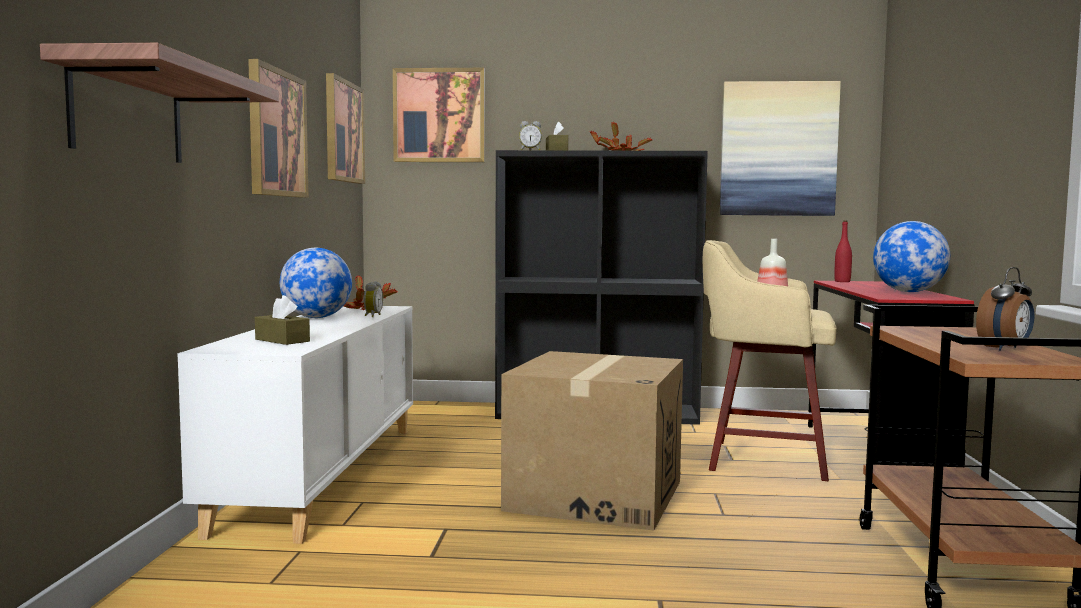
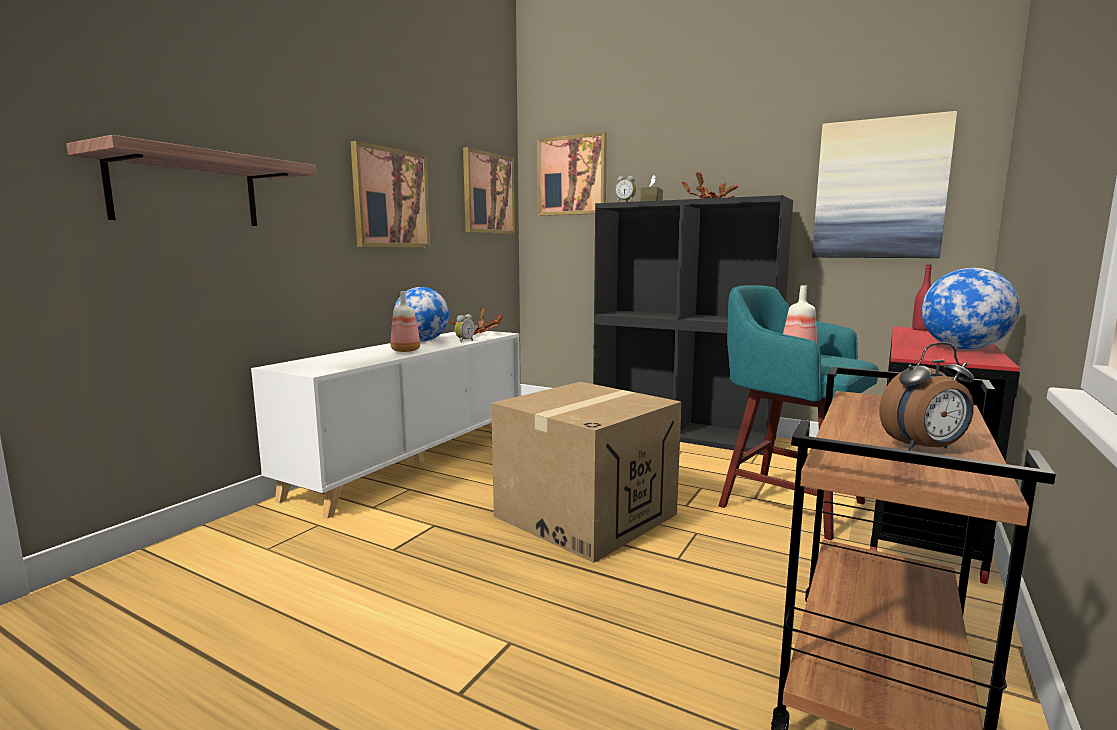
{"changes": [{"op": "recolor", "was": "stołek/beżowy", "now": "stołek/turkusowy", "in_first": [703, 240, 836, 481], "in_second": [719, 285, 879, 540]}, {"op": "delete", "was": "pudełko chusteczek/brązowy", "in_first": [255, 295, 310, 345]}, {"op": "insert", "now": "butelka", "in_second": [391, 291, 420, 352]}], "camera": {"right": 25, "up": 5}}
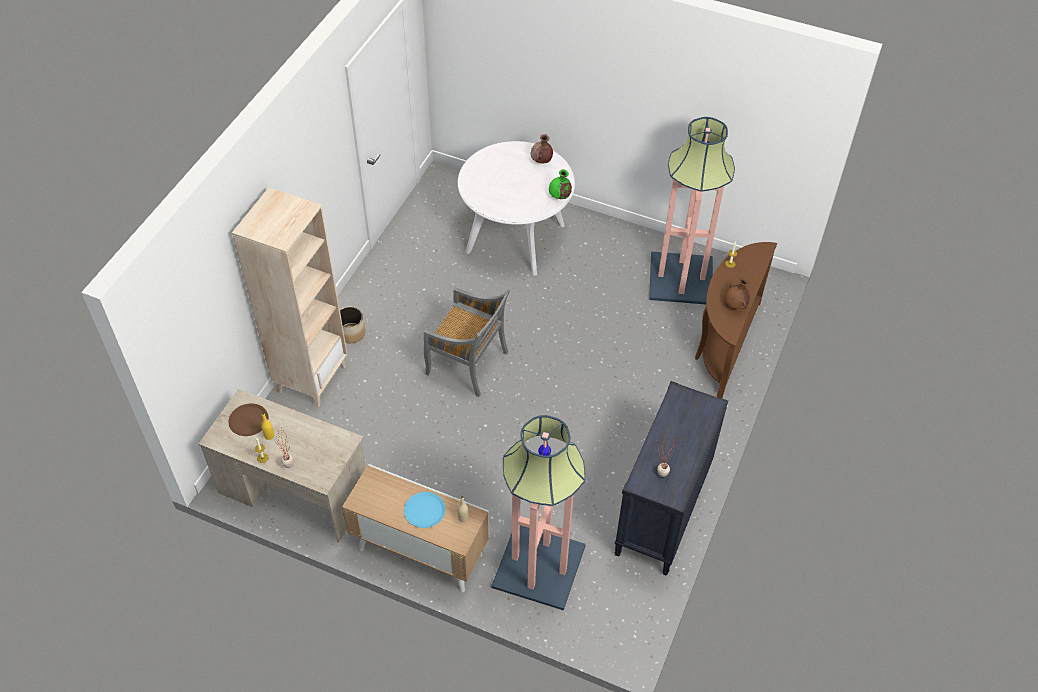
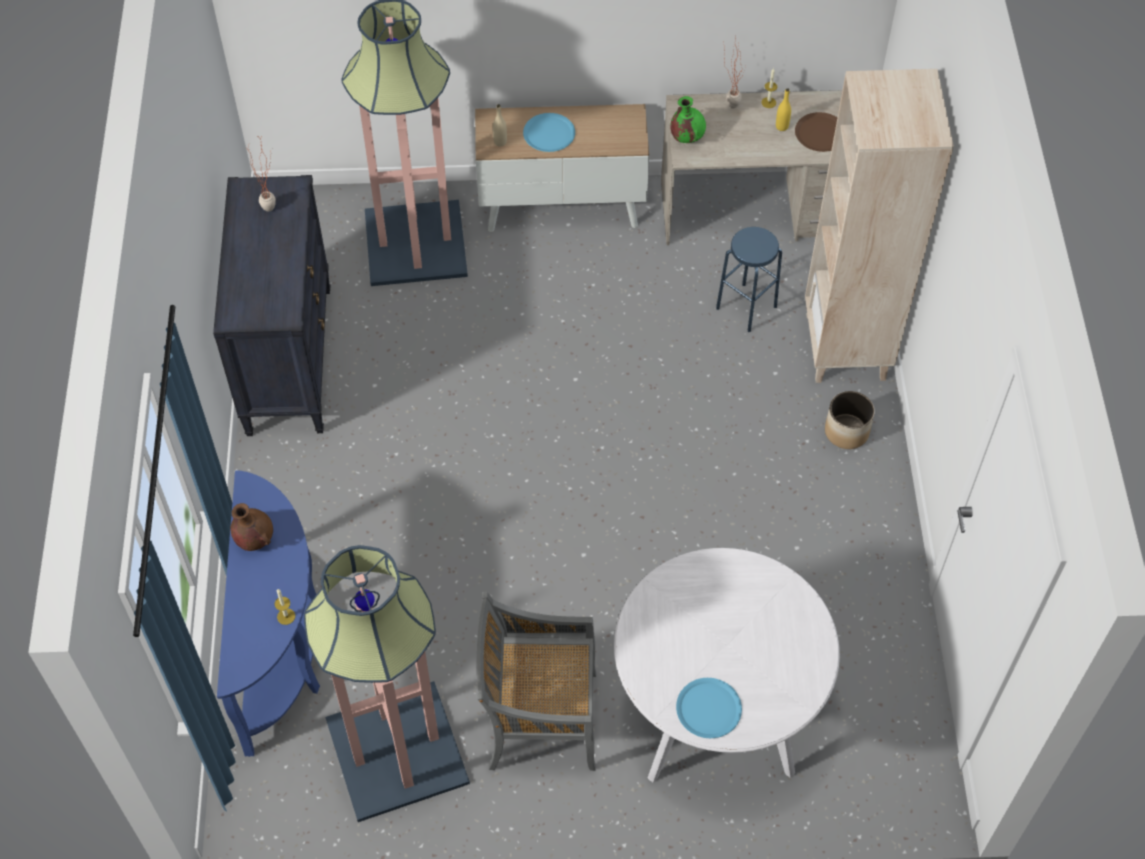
{"changes": [{"op": "replace", "was": "wazon/brązowy", "now": "talerz/niebieski", "in_first": [531, 134, 553, 163], "in_second": [676, 678, 742, 738]}, {"op": "move", "was": "wazon/zielony", "in_first": [549, 169, 572, 199], "in_second": [670, 96, 706, 143]}, {"op": "recolor", "was": "stolik konsolowy/brązowy", "now": "stolik konsolowy/niebieski", "in_first": [695, 242, 777, 399], "in_second": [217, 471, 320, 757]}, {"op": "move", "was": "krzesło/szary", "in_first": [424, 288, 510, 397], "in_second": [477, 592, 596, 771]}, {"op": "insert", "now": "stołek/niebieski", "in_second": [716, 227, 782, 332]}], "camera": {"right": 155, "up": 5}}
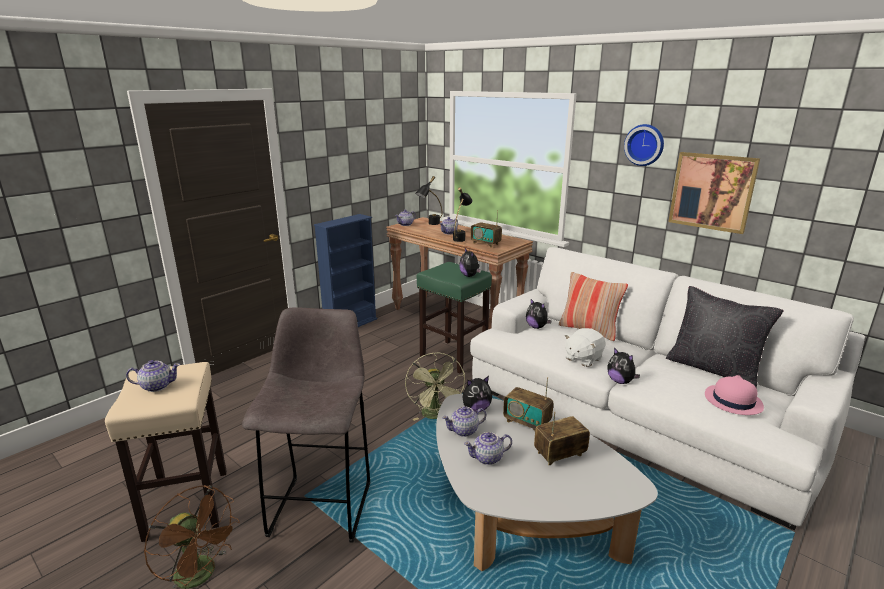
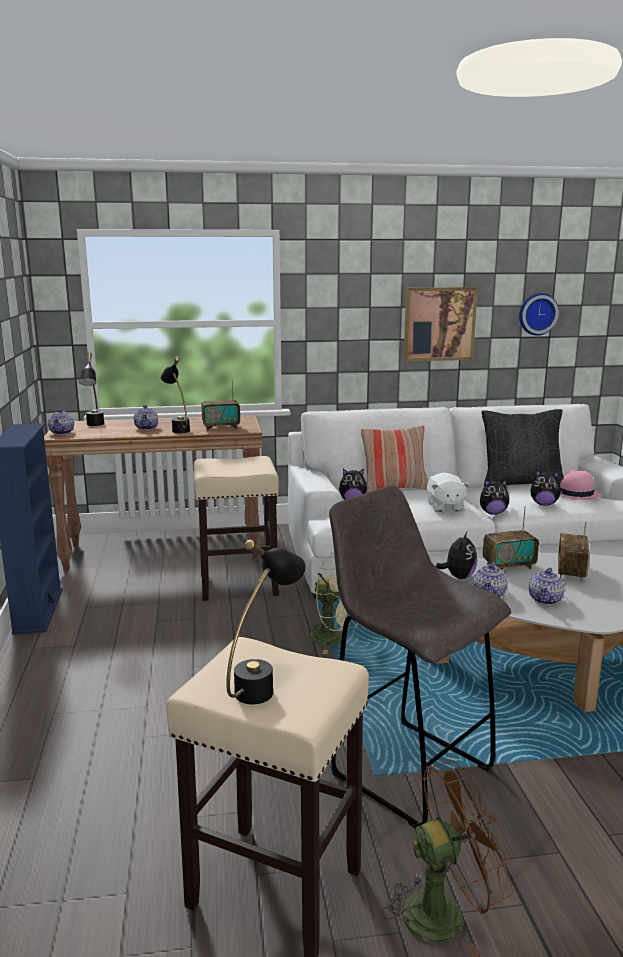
{"changes": [{"op": "move", "was": "zegar ścienny", "in_first": [624, 124, 664, 166], "in_second": [519, 293, 559, 335]}, {"op": "move", "was": "pluszak", "in_first": [459, 248, 481, 277], "in_second": [530, 470, 562, 506]}, {"op": "recolor", "was": "stołek/zielony", "now": "stołek/beżowy", "in_first": [417, 262, 492, 374], "in_second": [194, 456, 279, 601]}, {"op": "replace", "was": "imbryk", "now": "lampa stołowa/czarny", "in_first": [126, 360, 180, 392], "in_second": [226, 540, 306, 704]}], "camera": {"right": -50, "up": -5}}
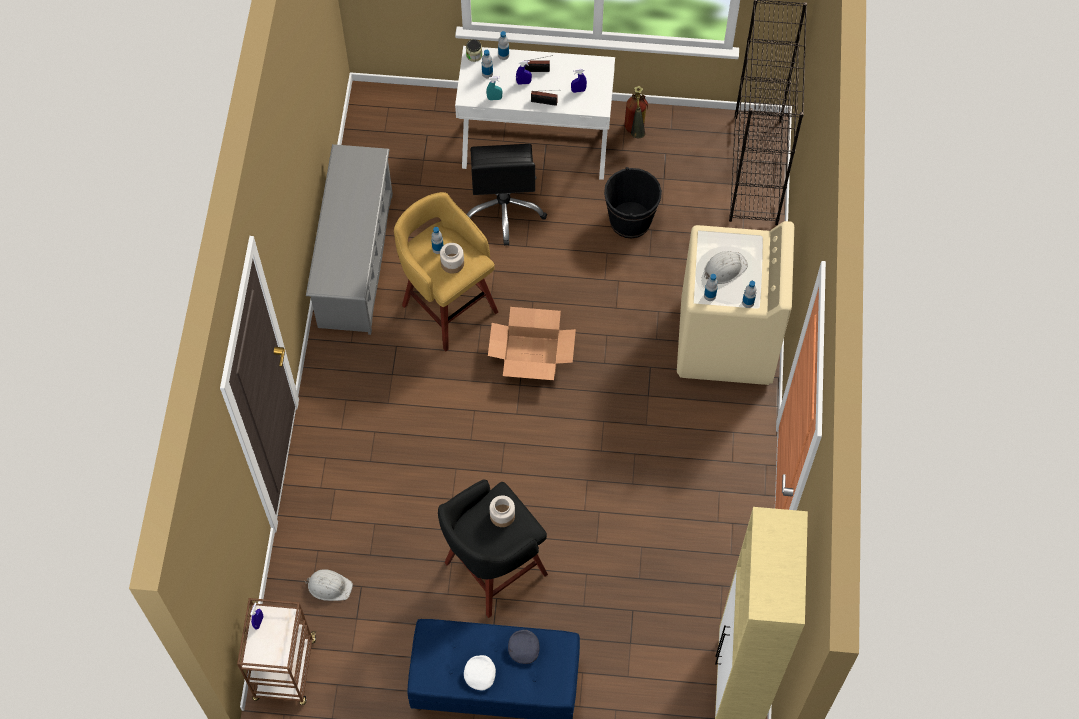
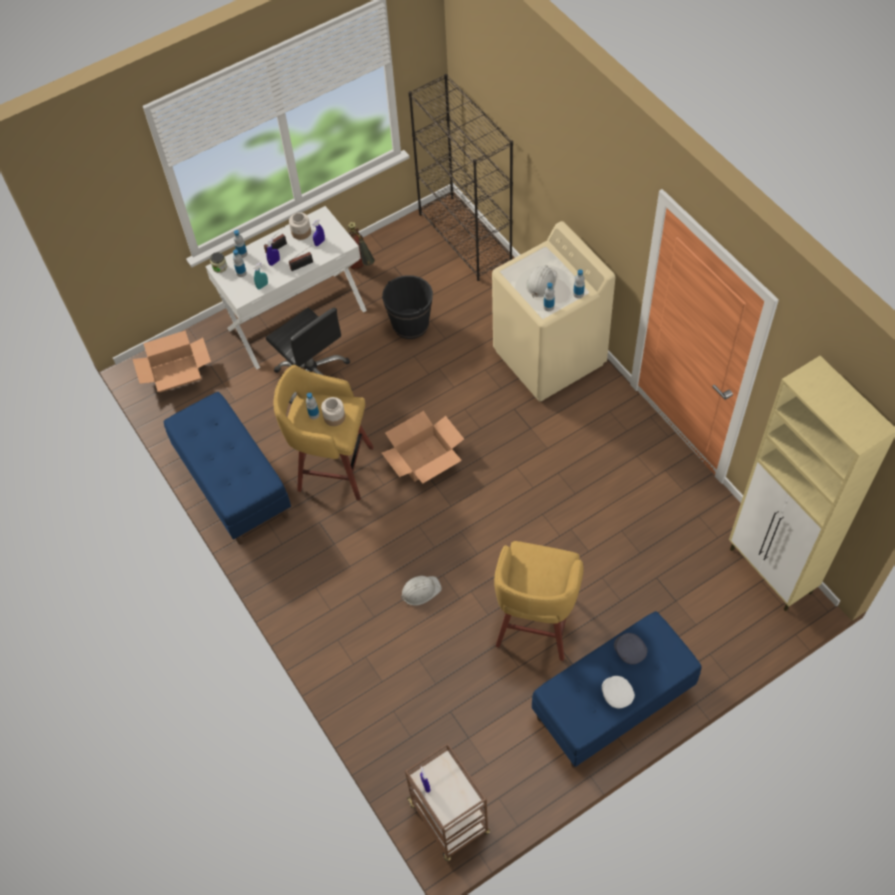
{"changes": [{"op": "replace", "was": "regał na buty/szary", "now": "ławka/niebieski", "in_first": [306, 144, 393, 335], "in_second": [164, 392, 291, 545]}, {"op": "recolor", "was": "stołek/czarny", "now": "stołek/żółty", "in_first": [438, 479, 548, 618], "in_second": [494, 541, 583, 661]}, {"op": "move", "was": "słoik", "in_first": [489, 495, 515, 527], "in_second": [289, 212, 311, 240]}, {"op": "move", "was": "kask/biały", "in_first": [305, 569, 353, 601], "in_second": [401, 576, 442, 606]}, {"op": "insert", "now": "karton", "in_second": [133, 330, 211, 392]}], "camera": {"right": -35, "up": -5}}
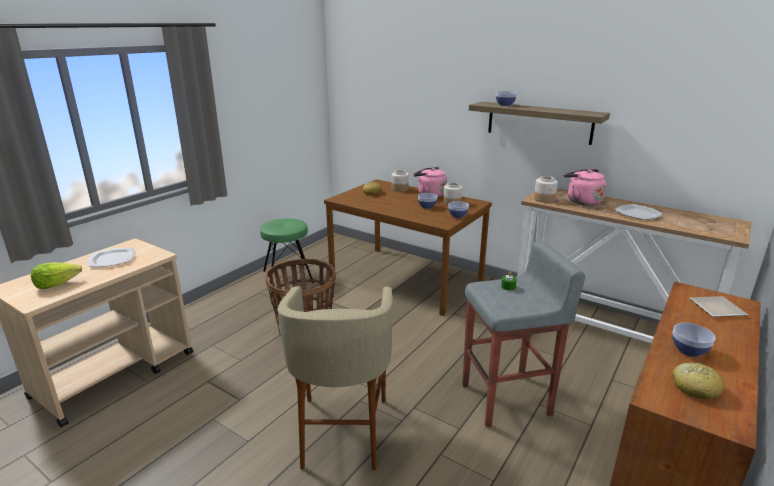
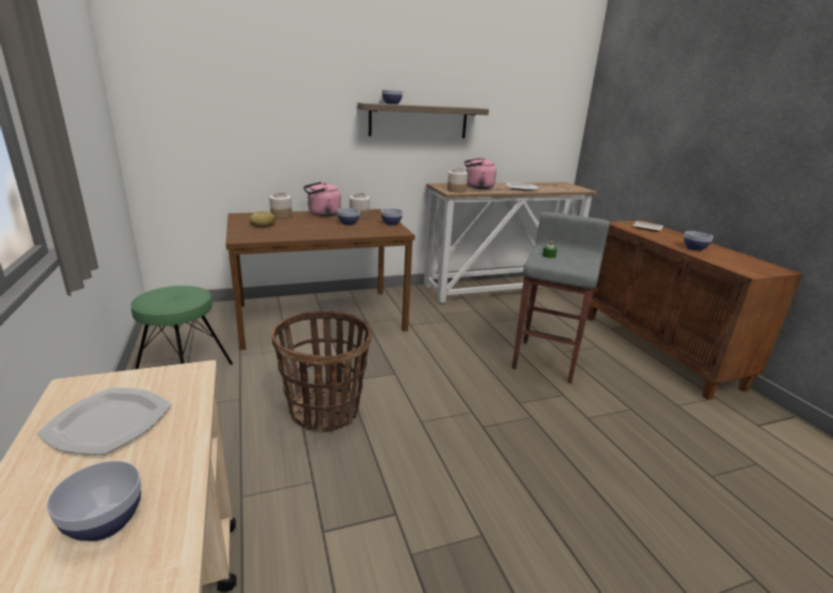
{"changes": [{"op": "replace", "was": "sałata", "now": "miska", "in_first": [31, 263, 82, 289], "in_second": [47, 461, 141, 541]}, {"op": "delete", "was": "stołek/beżowy", "in_first": [277, 286, 393, 470]}, {"op": "delete", "was": "chleb", "in_first": [672, 363, 724, 399]}], "camera": {"right": -55, "up": 0}}
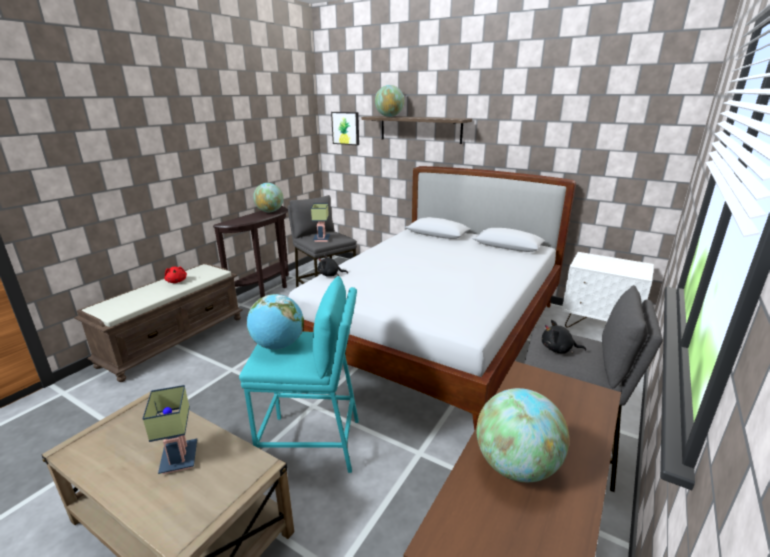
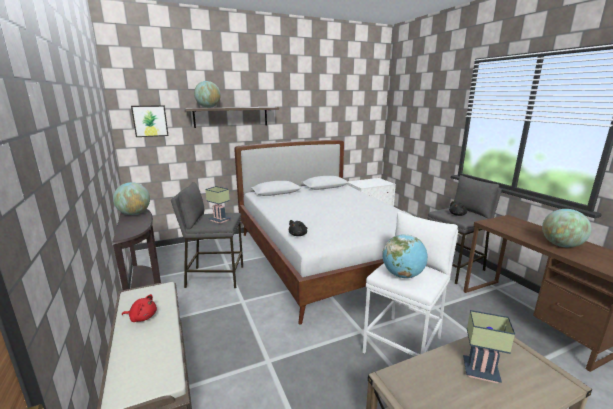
{"changes": [{"op": "recolor", "was": "stołek/turkusowy", "now": "stołek/biały", "in_first": [239, 276, 359, 473], "in_second": [362, 212, 458, 357]}], "camera": {"right": -55, "up": -5}}
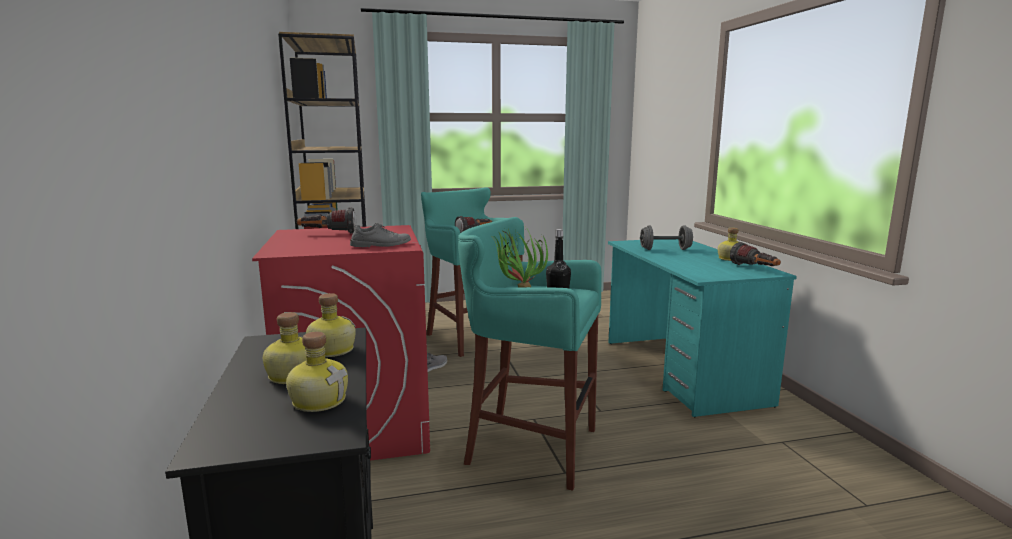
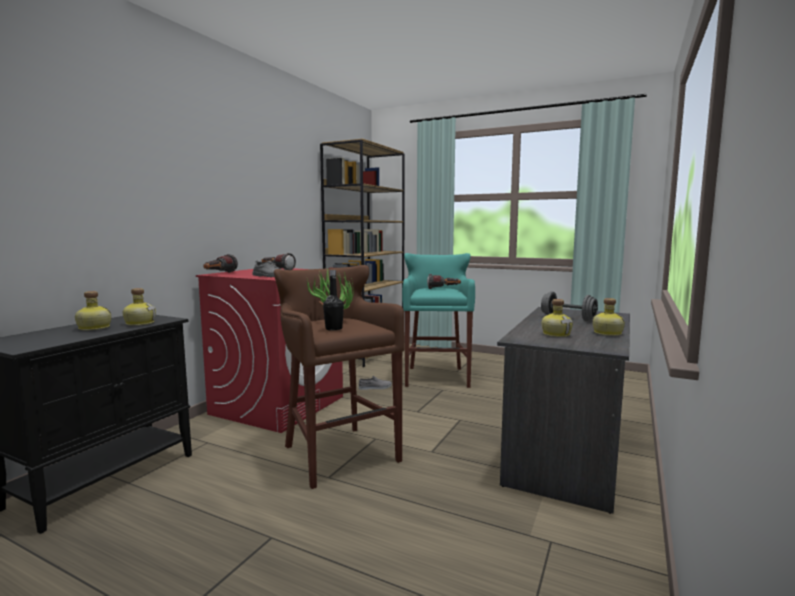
{"changes": [{"op": "recolor", "was": "stołek/turkusowy", "now": "stołek/brązowy", "in_first": [458, 217, 601, 491], "in_second": [274, 265, 404, 489]}, {"op": "recolor", "was": "biurko/turkusowy", "now": "biurko/szary", "in_first": [608, 239, 797, 417], "in_second": [497, 307, 630, 514]}, {"op": "move", "was": "latarka", "in_first": [730, 242, 781, 266], "in_second": [203, 254, 238, 273]}, {"op": "move", "was": "butelka", "in_first": [286, 332, 348, 412], "in_second": [542, 299, 573, 337]}], "camera": {"right": 40, "up": -5}}
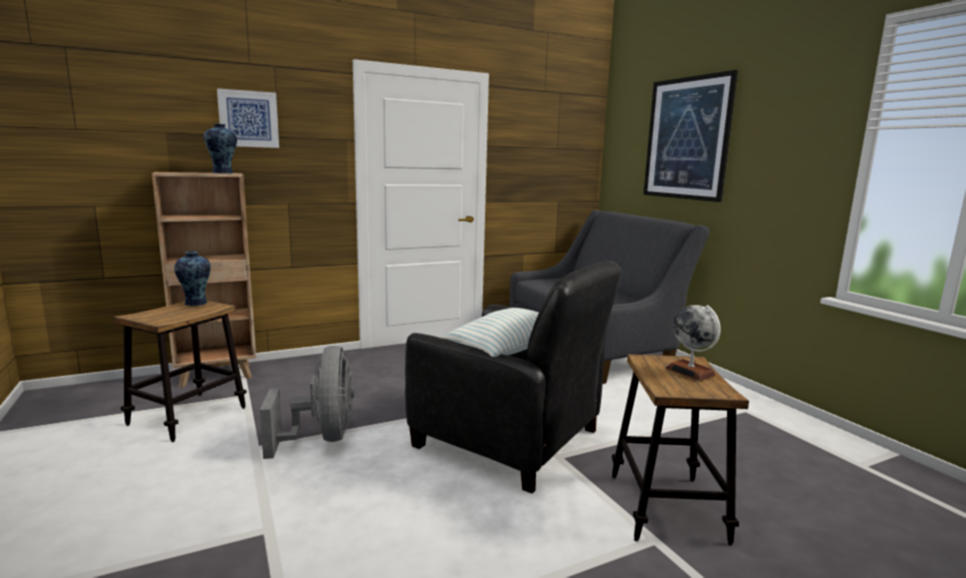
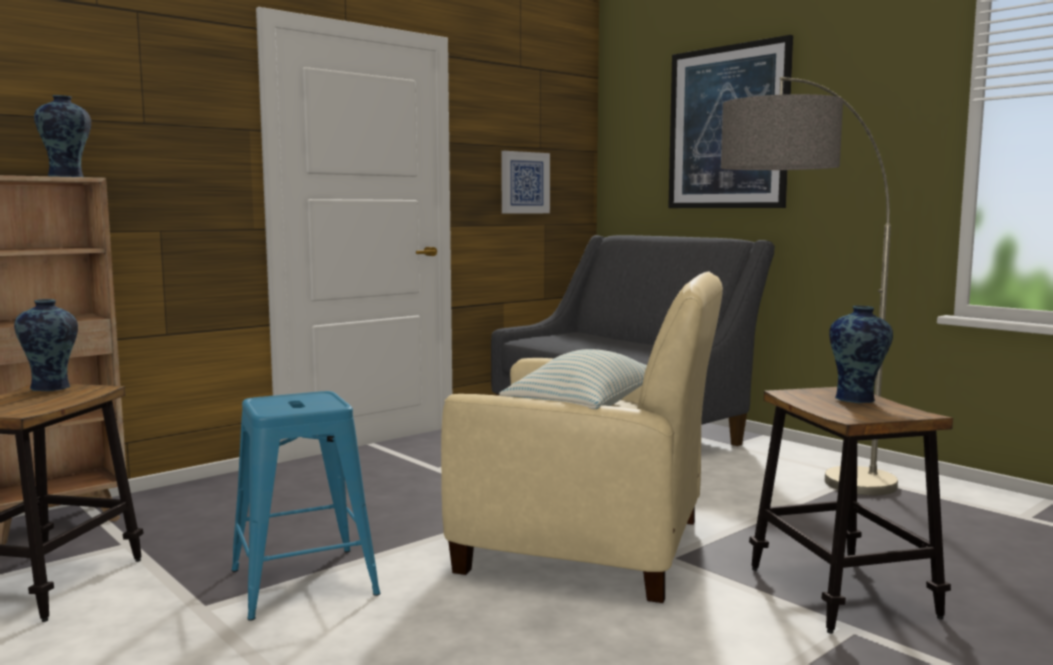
{"changes": [{"op": "move", "was": "obraz", "in_first": [217, 88, 279, 148], "in_second": [501, 151, 550, 214]}, {"op": "recolor", "was": "fotel/czarny", "now": "fotel/beżowy", "in_first": [405, 261, 621, 493], "in_second": [441, 271, 723, 603]}, {"op": "replace", "was": "globus", "now": "wazon", "in_first": [666, 305, 721, 381], "in_second": [829, 305, 893, 403]}, {"op": "replace", "was": "wentylator/szary", "now": "stołek/niebieski", "in_first": [260, 346, 354, 459], "in_second": [232, 391, 380, 621]}, {"op": "insert", "now": "lampa stojąca", "in_second": [721, 77, 898, 495]}], "camera": {"right": -15, "up": -5}}
